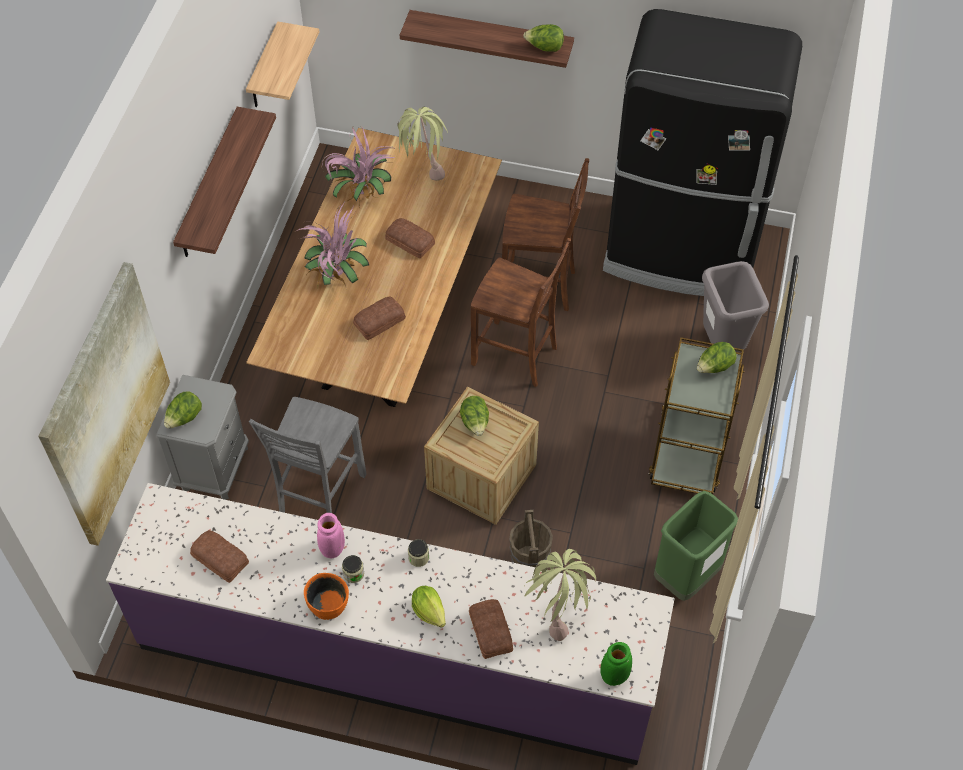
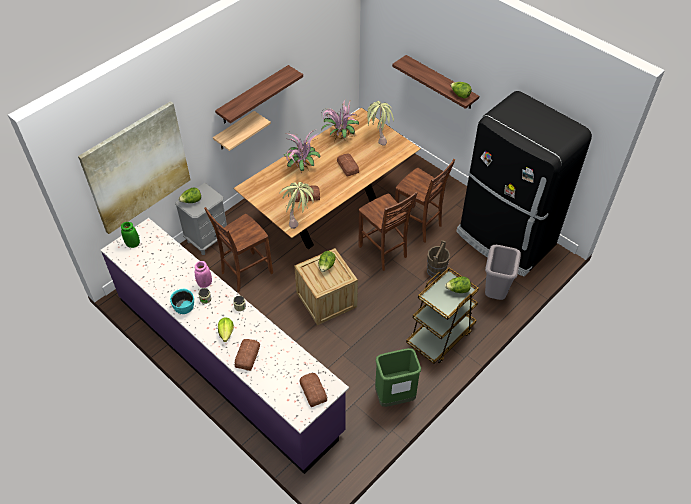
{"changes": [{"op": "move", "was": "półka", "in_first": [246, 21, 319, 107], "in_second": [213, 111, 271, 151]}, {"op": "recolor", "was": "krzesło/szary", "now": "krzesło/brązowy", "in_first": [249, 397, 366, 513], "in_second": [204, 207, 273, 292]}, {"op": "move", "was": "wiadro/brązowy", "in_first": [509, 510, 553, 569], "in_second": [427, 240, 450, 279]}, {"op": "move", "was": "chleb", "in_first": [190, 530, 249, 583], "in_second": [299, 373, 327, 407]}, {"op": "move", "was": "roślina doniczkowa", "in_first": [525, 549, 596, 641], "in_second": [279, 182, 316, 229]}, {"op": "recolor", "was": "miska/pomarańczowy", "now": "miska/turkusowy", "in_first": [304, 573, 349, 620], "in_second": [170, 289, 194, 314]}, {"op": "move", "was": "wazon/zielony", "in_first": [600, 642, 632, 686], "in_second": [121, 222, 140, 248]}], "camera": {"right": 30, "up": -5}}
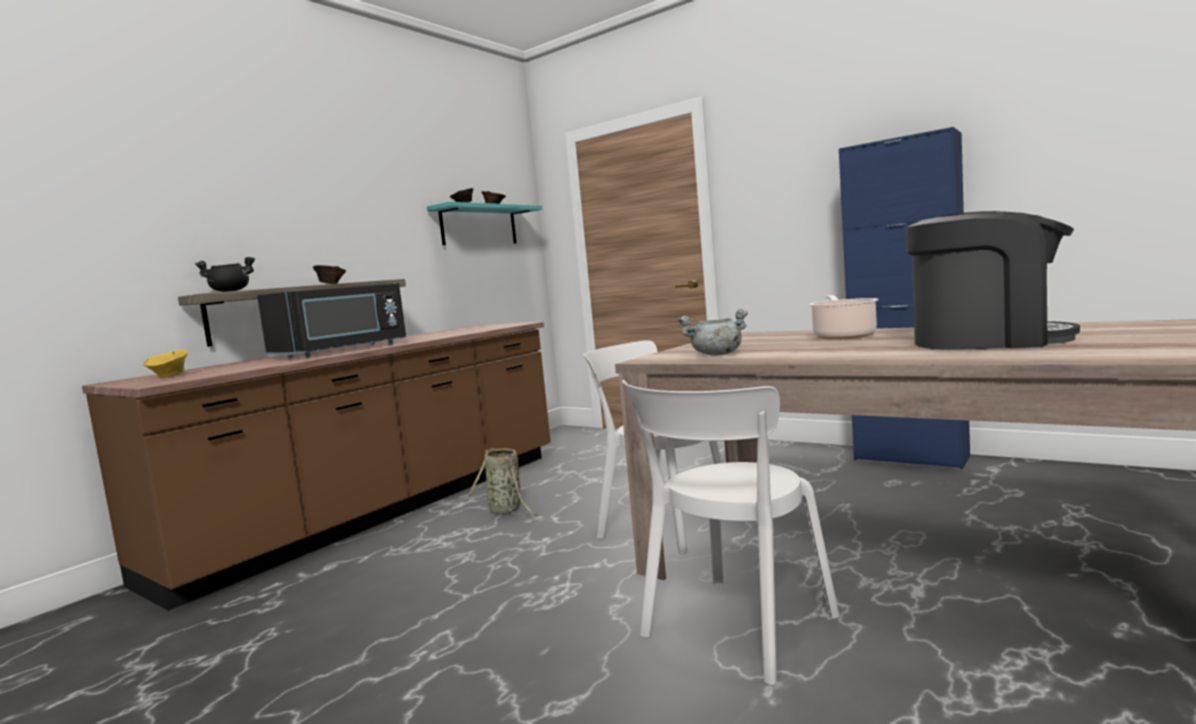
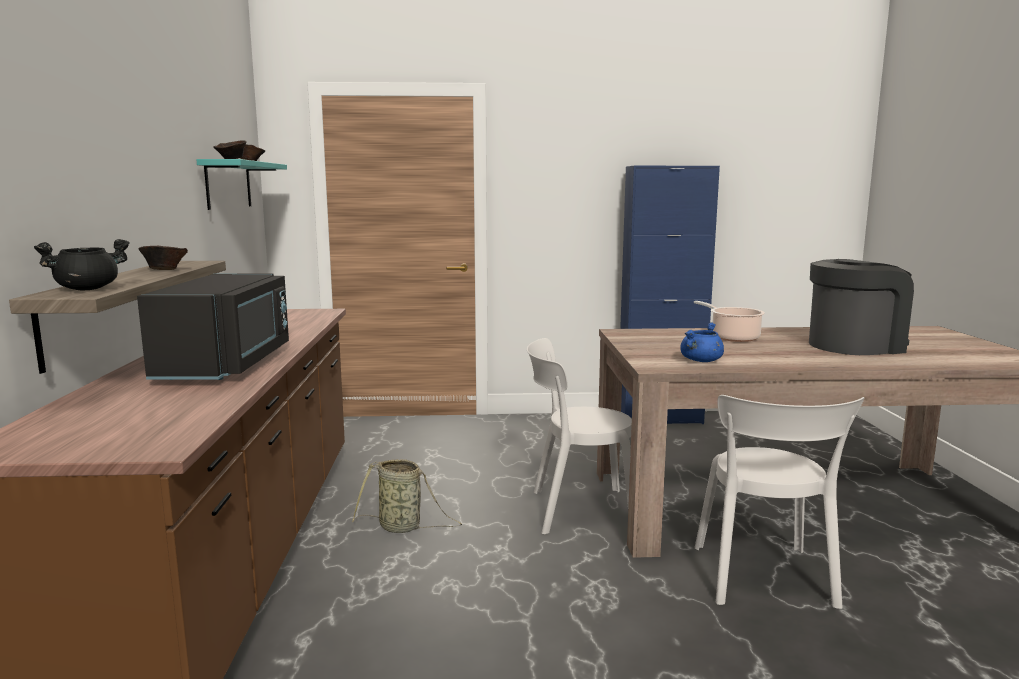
{"changes": [{"op": "recolor", "was": "garnek/szary", "now": "garnek/niebieski", "in_first": [677, 309, 748, 356], "in_second": [680, 322, 724, 362]}, {"op": "delete", "was": "miska/żółty", "in_first": [143, 350, 188, 378]}], "camera": {"right": -40, "up": 5}}
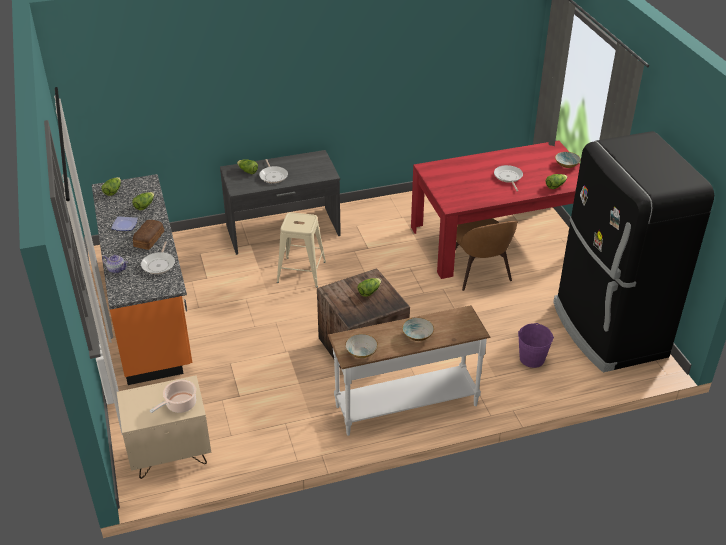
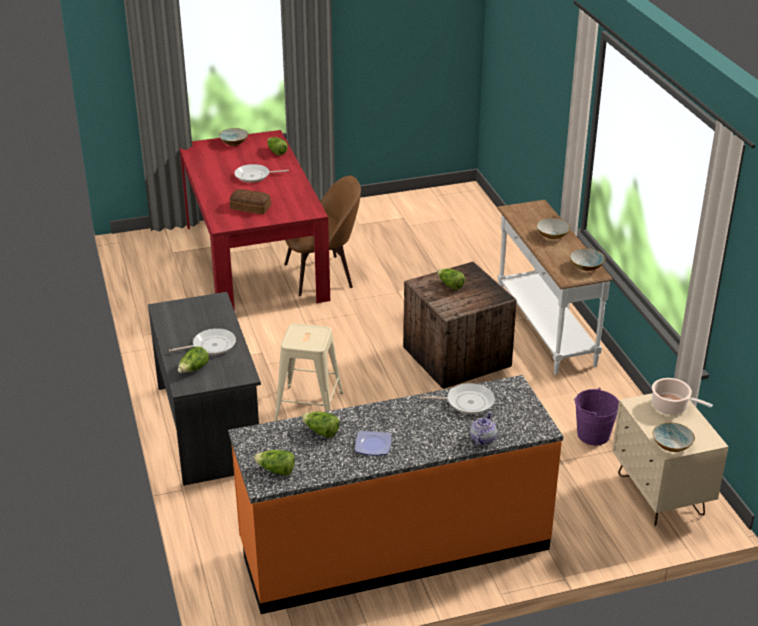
{"changes": [{"op": "delete", "was": "lodówka/czarny", "in_first": [553, 131, 714, 372]}, {"op": "move", "was": "chleb", "in_first": [133, 220, 164, 250], "in_second": [230, 189, 271, 214]}, {"op": "move", "was": "wiadro/fioletowy", "in_first": [518, 323, 554, 368], "in_second": [574, 388, 619, 445]}, {"op": "insert", "now": "miska", "in_second": [653, 422, 695, 452]}], "camera": {"right": -90, "up": -5}}
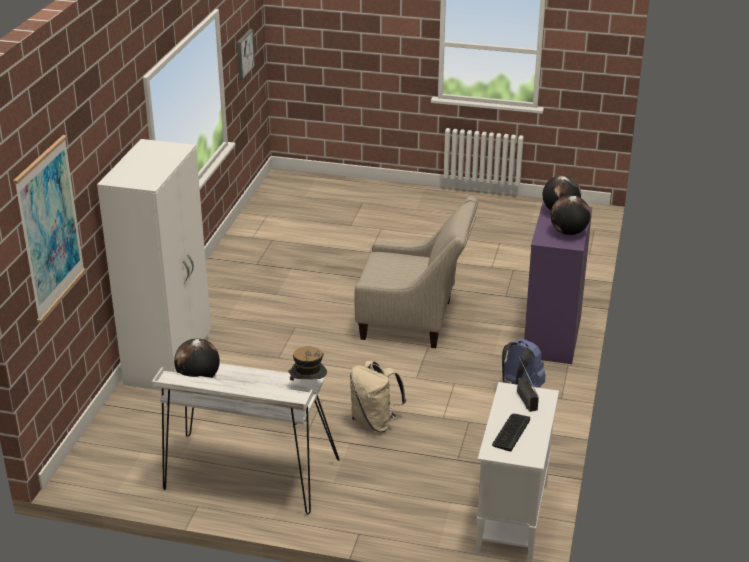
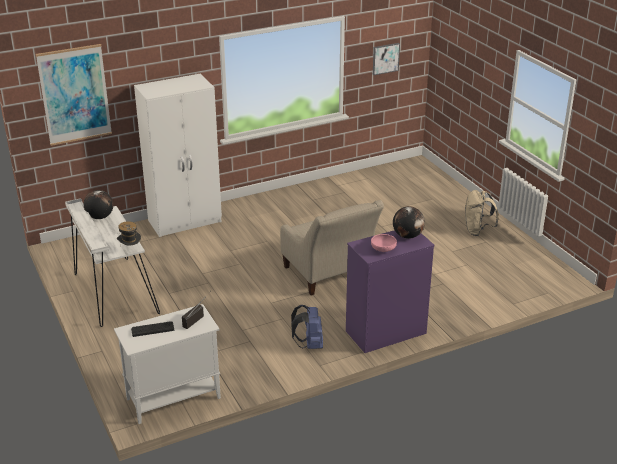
{"changes": [{"op": "replace", "was": "globus", "now": "miska/różowy", "in_first": [550, 195, 590, 235], "in_second": [371, 234, 397, 252]}, {"op": "move", "was": "plecak/beżowy", "in_first": [350, 361, 406, 432], "in_second": [464, 190, 499, 236]}], "camera": {"right": 50, "up": 0}}
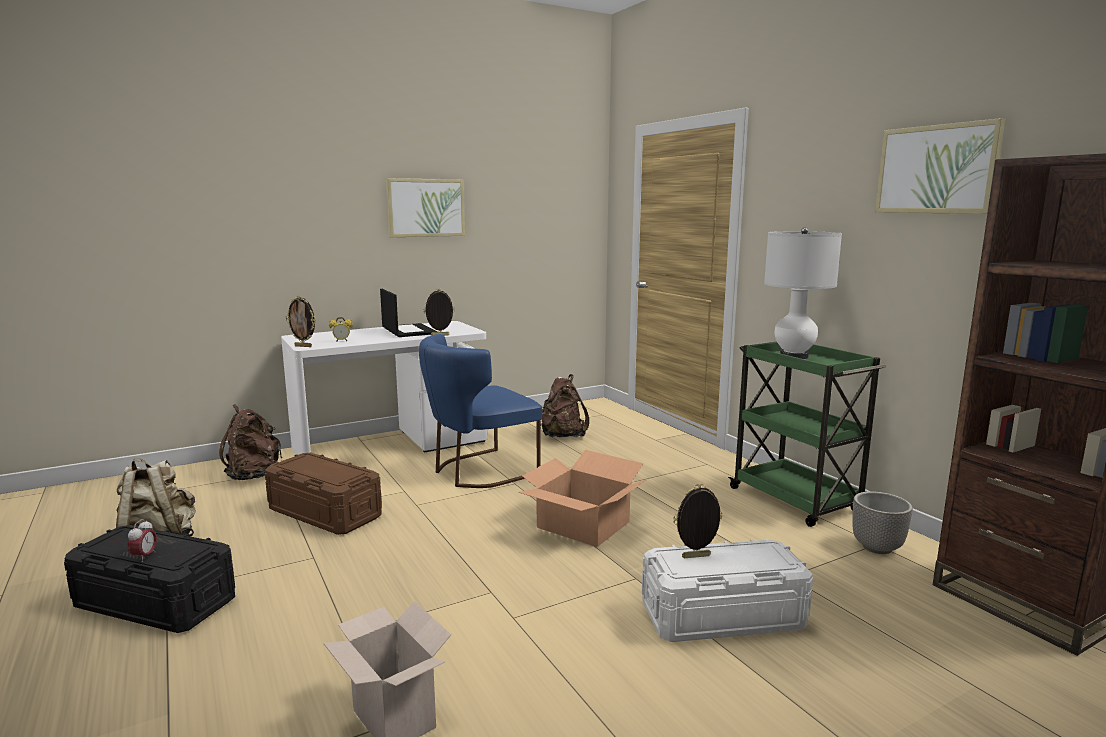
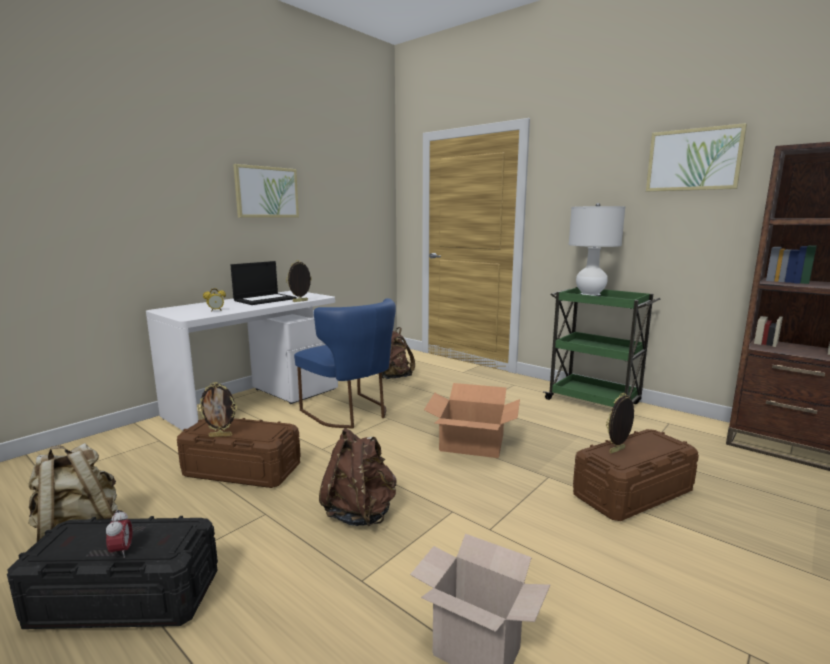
{"changes": [{"op": "rotate", "was": "laptop", "in_first": [380, 289, 437, 337], "in_second": [231, 261, 297, 305], "clockwise": 90}, {"op": "move", "was": "ramka na zdjęcie", "in_first": [286, 296, 316, 347], "in_second": [198, 382, 237, 437]}, {"op": "rotate", "was": "krzesło/niebieski", "in_first": [419, 334, 542, 488], "in_second": [294, 298, 396, 429], "clockwise": -75}, {"op": "move", "was": "plecak/brązowy", "in_first": [219, 404, 282, 480], "in_second": [319, 428, 396, 526]}, {"op": "delete", "was": "donica", "in_first": [852, 491, 913, 554]}, {"op": "recolor", "was": "pojemnik do przechowywania/biały", "now": "pojemnik do przechowywania/brązowy", "in_first": [642, 539, 813, 642], "in_second": [573, 429, 699, 521]}], "camera": {"right": -20, "up": 0}}
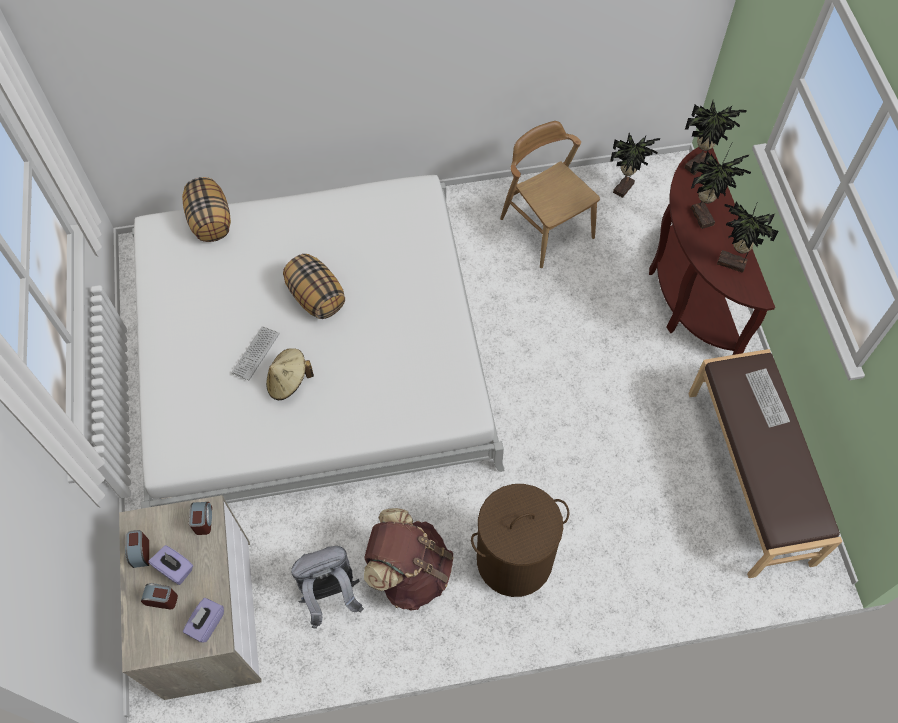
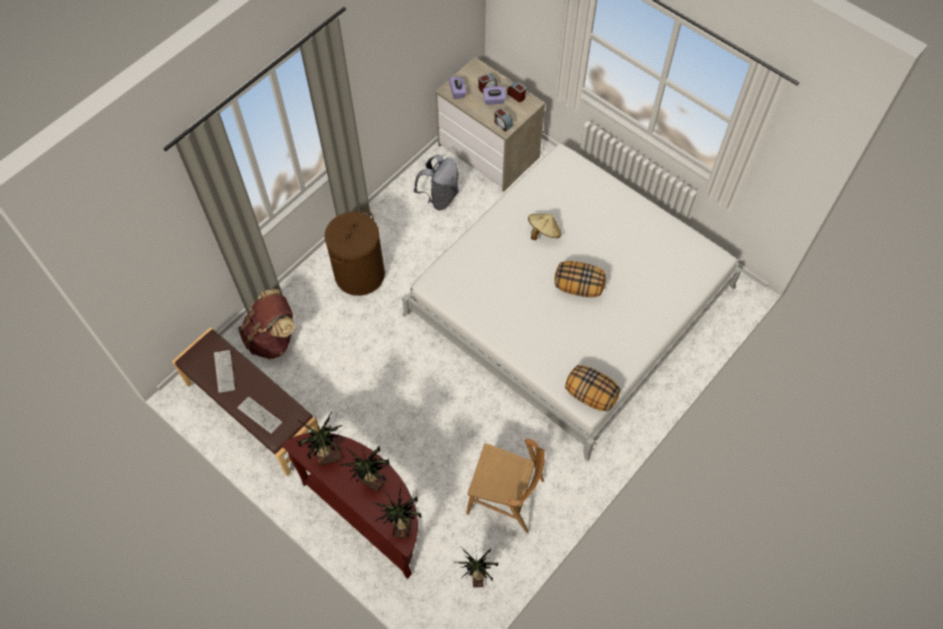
{"changes": [{"op": "move", "was": "poduszka", "in_first": [182, 177, 231, 242], "in_second": [565, 365, 621, 412]}, {"op": "move", "was": "klawiatura", "in_first": [231, 326, 279, 380], "in_second": [214, 350, 235, 393]}, {"op": "move", "was": "plecak/brązowy", "in_first": [364, 508, 454, 610], "in_second": [238, 289, 295, 359]}], "camera": {"right": 140, "up": 0}}
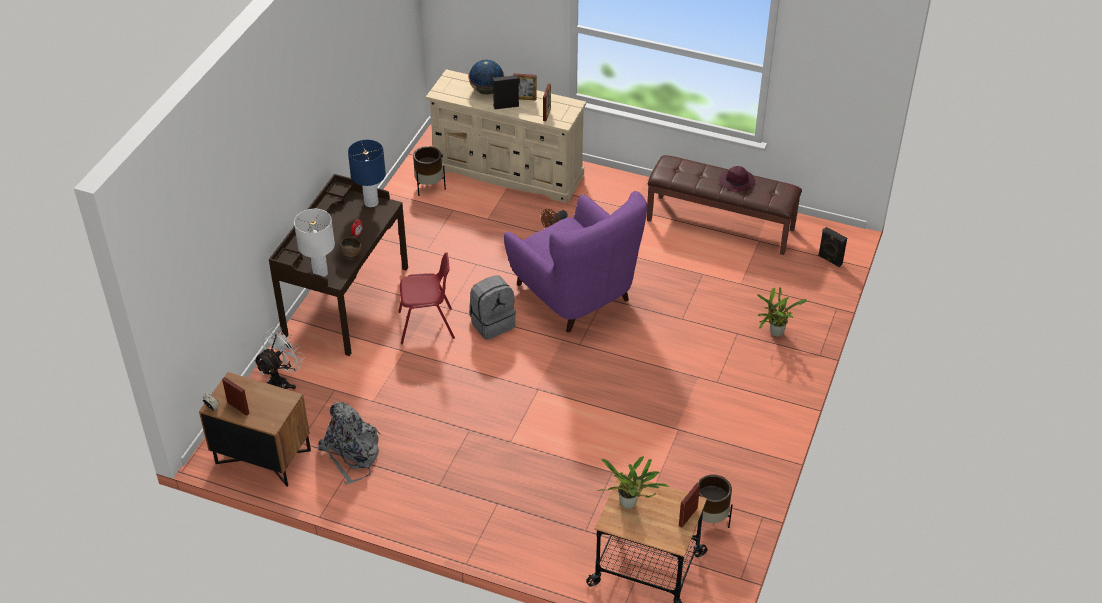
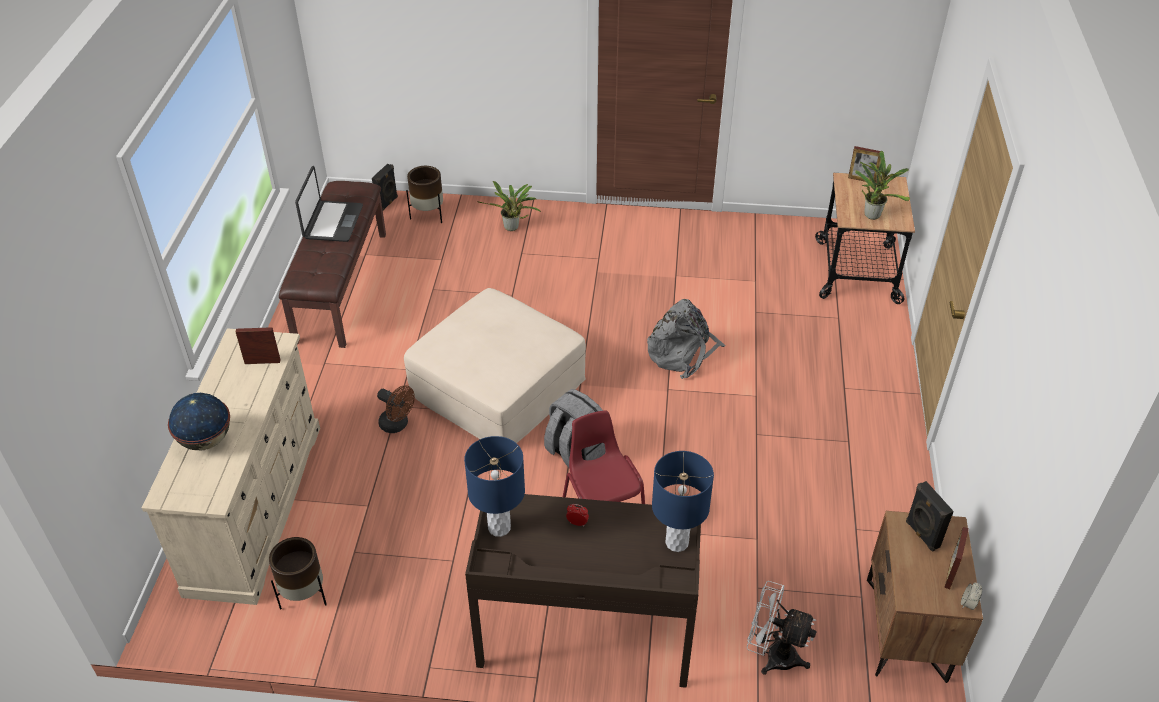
{"changes": [{"op": "delete", "was": "ramka na zdjęcie", "in_first": [513, 73, 537, 101]}, {"op": "move", "was": "głośnik/czarny", "in_first": [493, 75, 519, 109], "in_second": [906, 481, 954, 552]}, {"op": "replace", "was": "kapelusz/fioletowy", "now": "laptop", "in_first": [719, 166, 755, 192], "in_second": [295, 166, 363, 242]}, {"op": "replace", "was": "fotel/fioletowy", "now": "pufa/beżowy", "in_first": [504, 191, 648, 333], "in_second": [404, 288, 586, 443]}, {"op": "recolor", "was": "lampa stołowa/biały", "now": "lampa stołowa/niebieski", "in_first": [294, 209, 335, 277], "in_second": [652, 451, 714, 552]}, {"op": "delete", "was": "miska/brązowy", "in_first": [340, 237, 362, 260]}, {"op": "move", "was": "plecak/szary", "in_first": [318, 402, 382, 485], "in_second": [647, 299, 726, 379]}, {"op": "move", "was": "donica/brązowy", "in_first": [695, 474, 733, 530], "in_second": [406, 166, 443, 223]}], "camera": {"right": -105, "up": 0}}
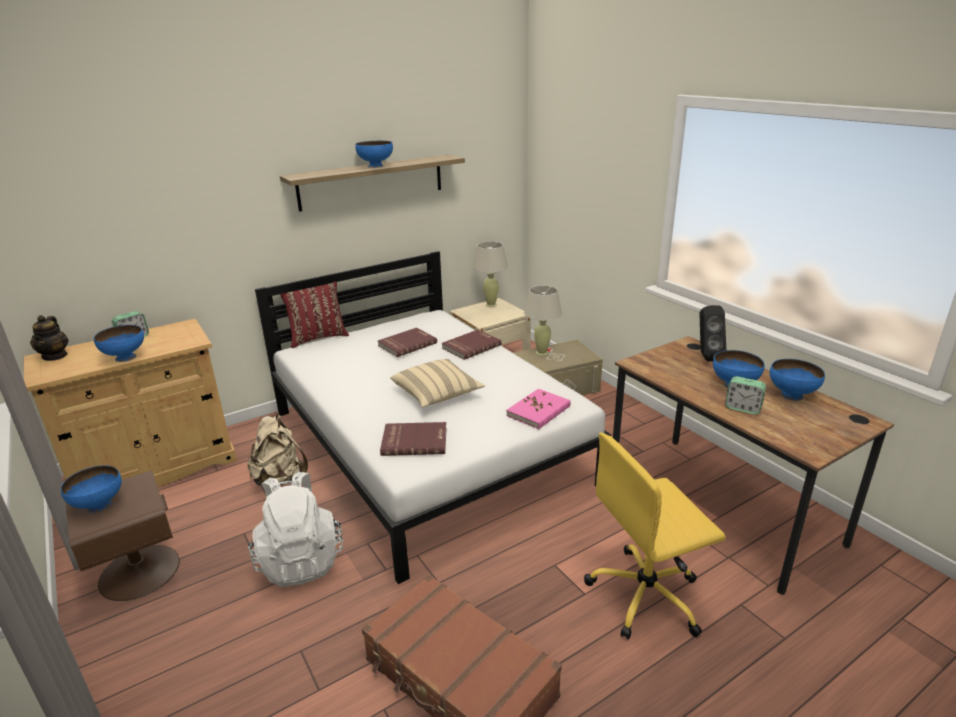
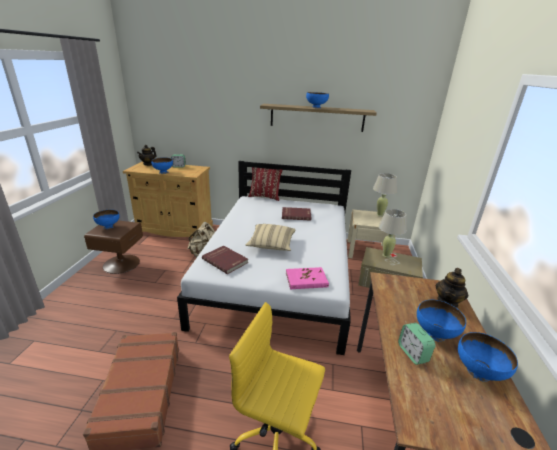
{"changes": [{"op": "replace", "was": "głośnik/czarny", "now": "imbryk", "in_first": [700, 305, 726, 361], "in_second": [436, 268, 469, 308]}, {"op": "delete", "was": "książka/czerwony", "in_first": [441, 330, 502, 360]}, {"op": "delete", "was": "plecak/biały", "in_first": [248, 471, 343, 587]}], "camera": {"right": 40, "up": 0}}
